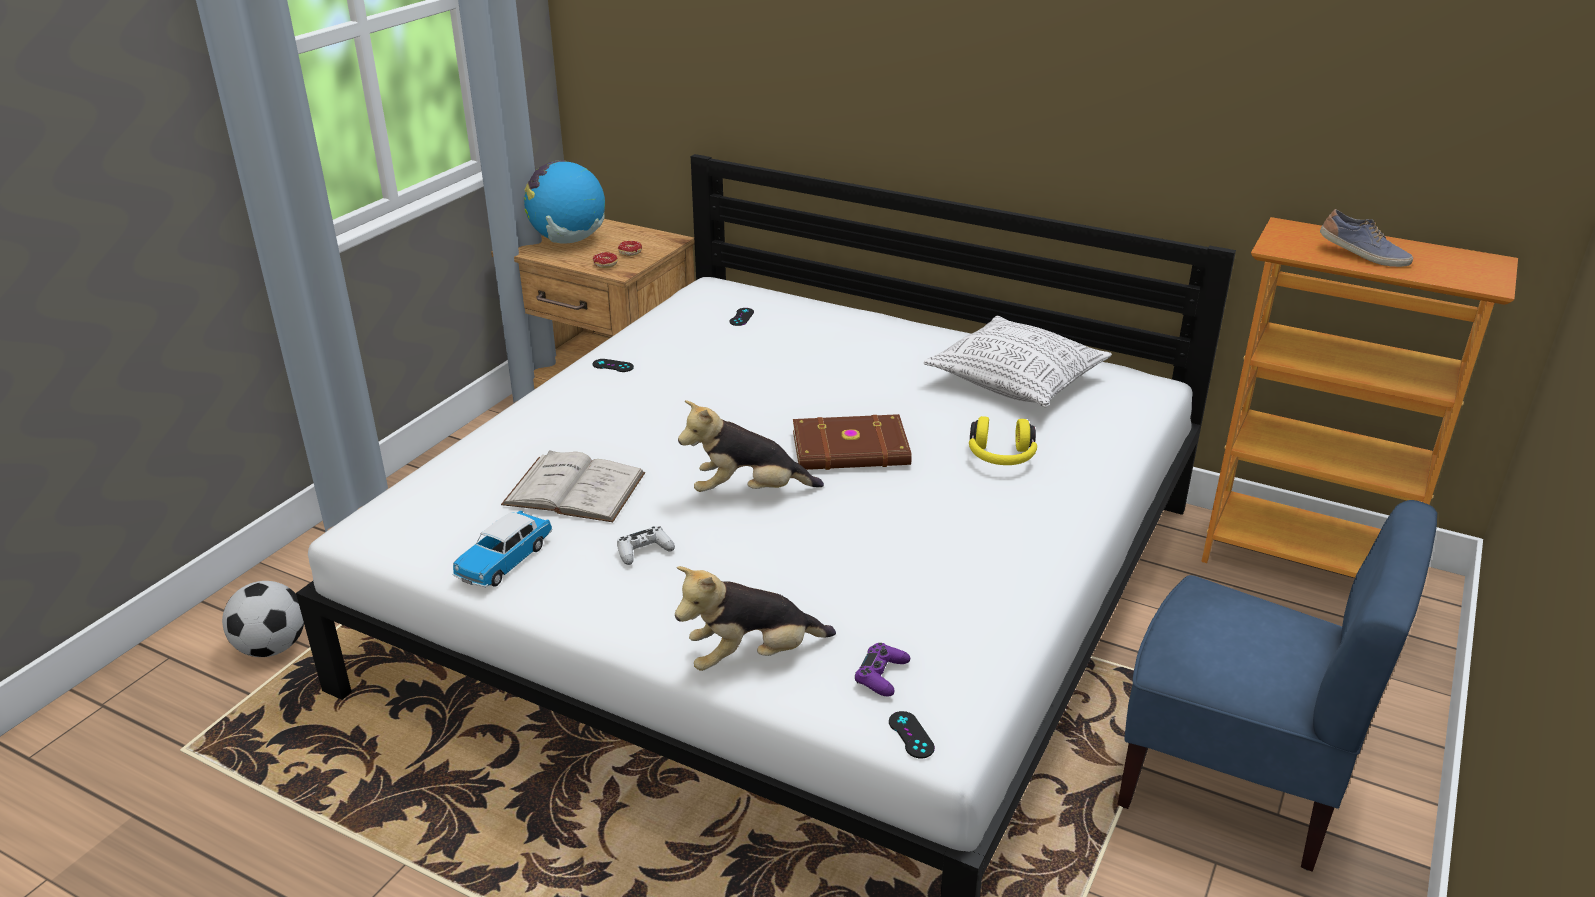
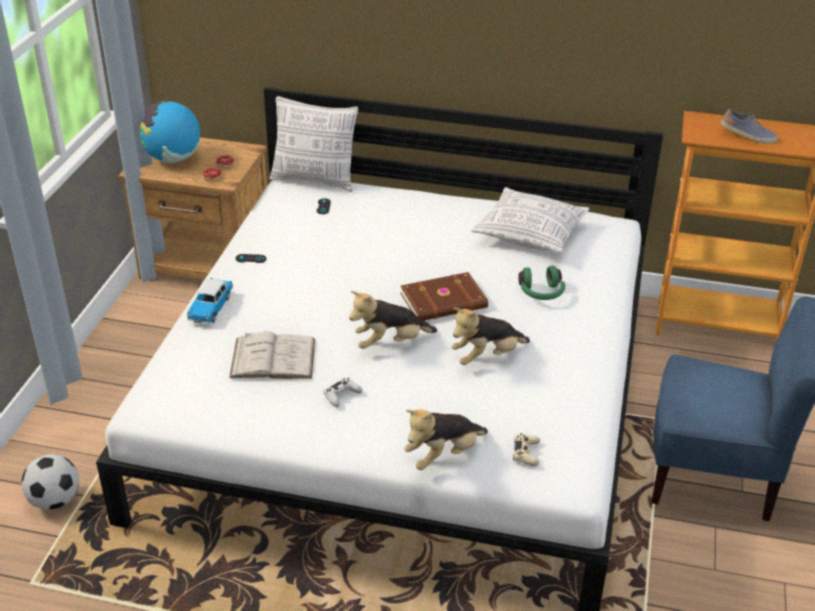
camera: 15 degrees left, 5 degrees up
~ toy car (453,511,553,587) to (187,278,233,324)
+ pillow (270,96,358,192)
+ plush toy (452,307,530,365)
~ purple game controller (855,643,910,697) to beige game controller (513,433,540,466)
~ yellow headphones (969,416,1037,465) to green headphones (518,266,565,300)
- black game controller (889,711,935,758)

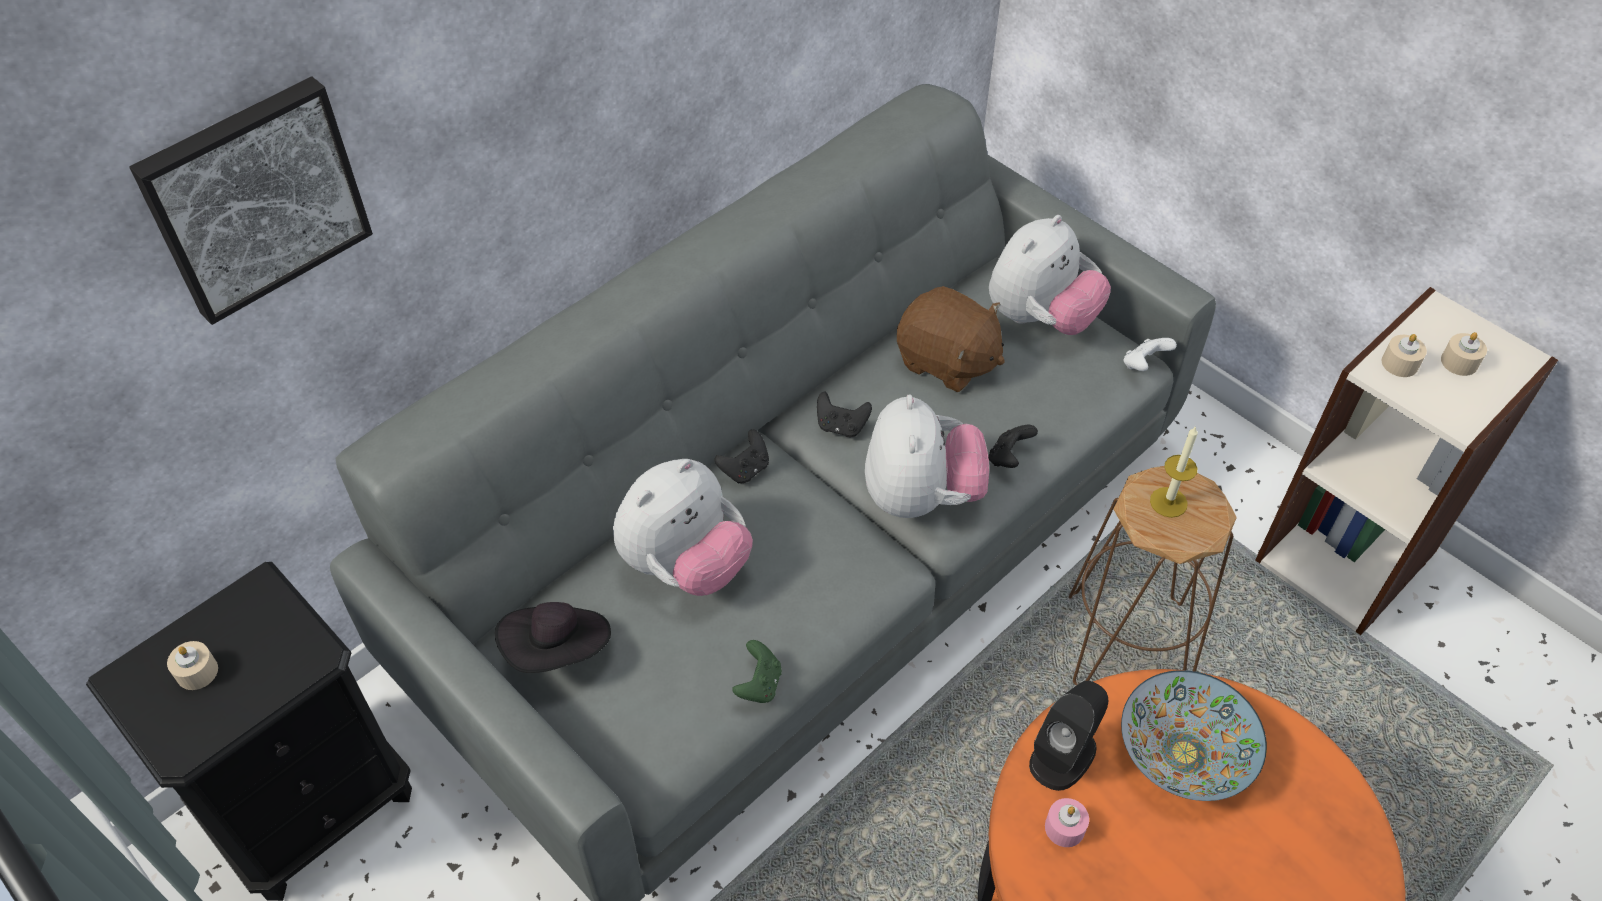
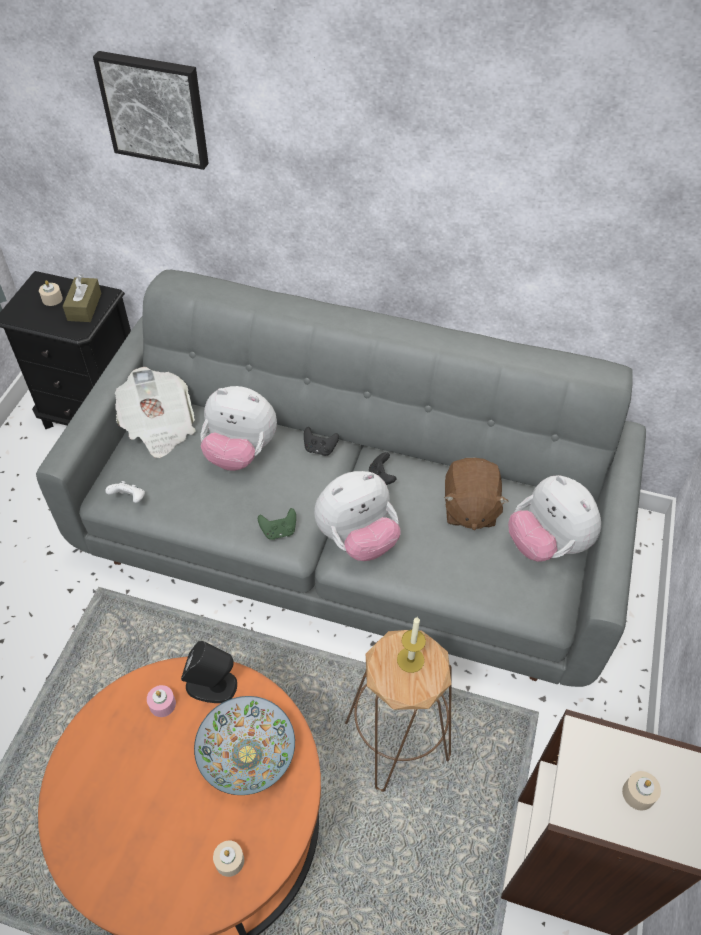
camera: 60 degrees right, 0 degrees up
+ brown tissue box (63,274,101,322)
~ white game controller (1124,338,1177,371) to (105,481,145,503)
~ black hat (495,602,611,673) to newspaper (115,367,195,458)
~ beige candle (1382,334,1427,377) to (213,840,244,877)
~ green game controller (733,640,782,703) to (258,508,296,540)
~ plush toy (989,215,1111,335) = (508,475,601,562) 45 degrees clockwise
- black game controller (988,425,1038,468)

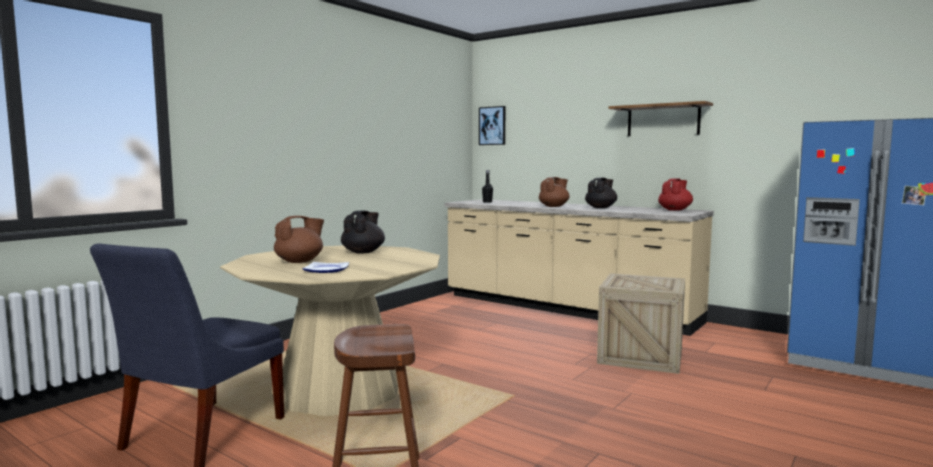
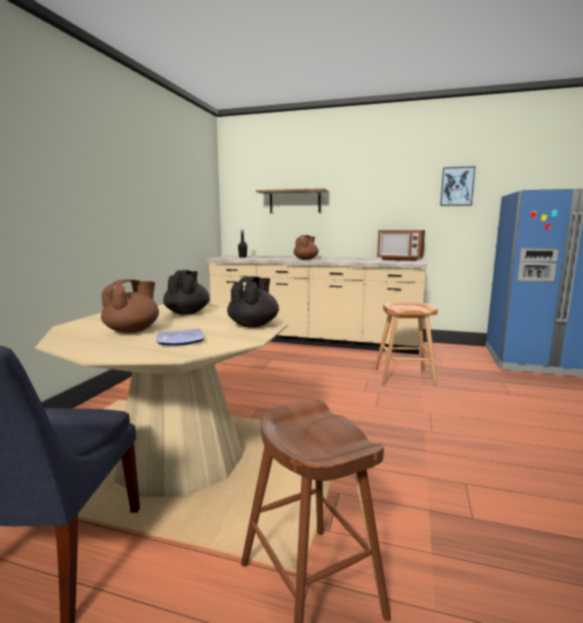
camera: 20 degrees left, 5 degrees up
~ black teapot (585,178,617,208) to (227,276,279,327)
~ shelf (609,101,713,136) to (256,188,329,213)
~ crate (597,273,685,374) to brown stool (375,302,438,385)
~ red teapot (658,178,693,211) to microwave (377,230,425,261)
~ picture (479,106,505,145) to (440,166,475,206)

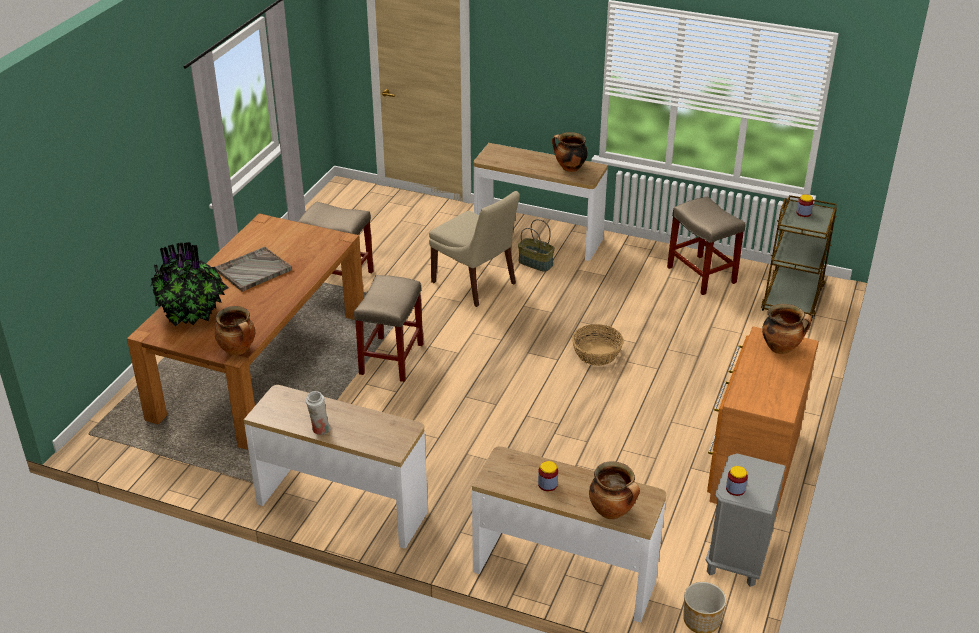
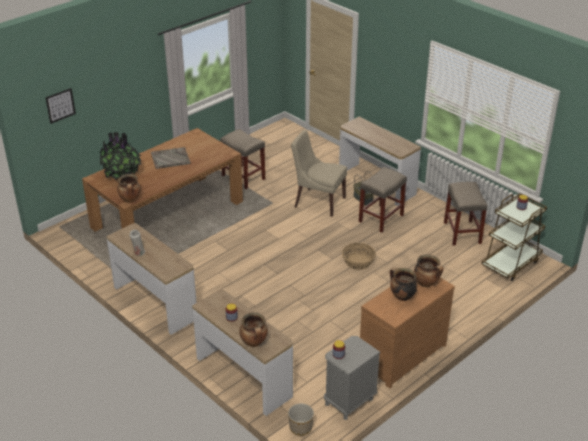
camera: 25 degrees right, 0 degrees up
+ picture (45,88,76,124)
~ beige chair (429,191,520,307) = (291,130,347,217) 135 degrees clockwise
~ beige stool (354,275,423,382) to (359,167,407,232)
~ cooking pot (552,132,588,172) to (390,268,418,301)

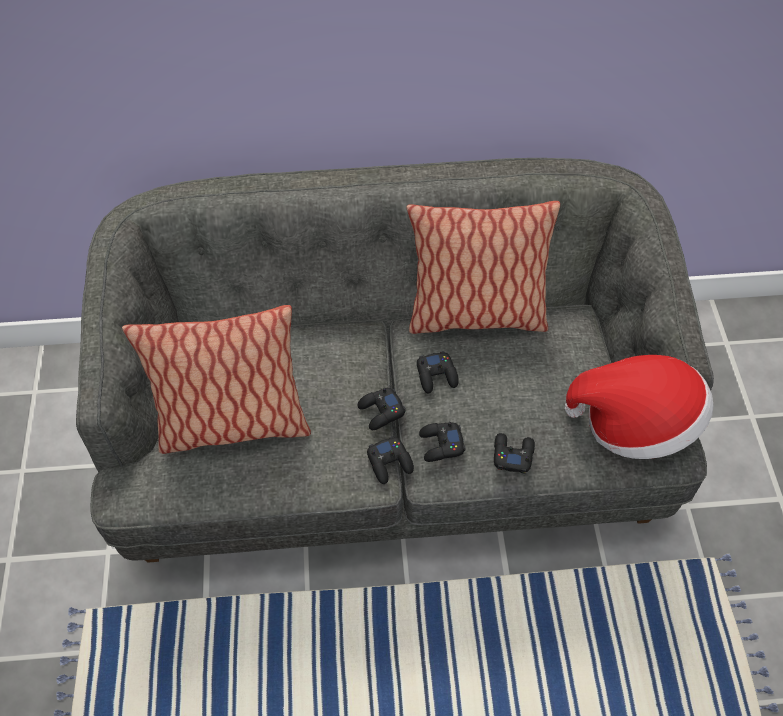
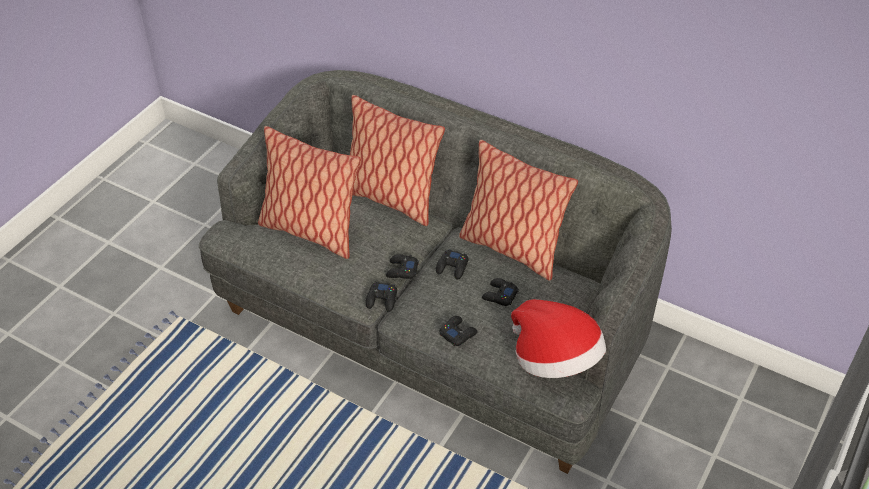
camera: 35 degrees right, 10 degrees down
+ pillow (350,95,445,226)
~ black game controller (419,422,465,462) to (482,278,519,306)

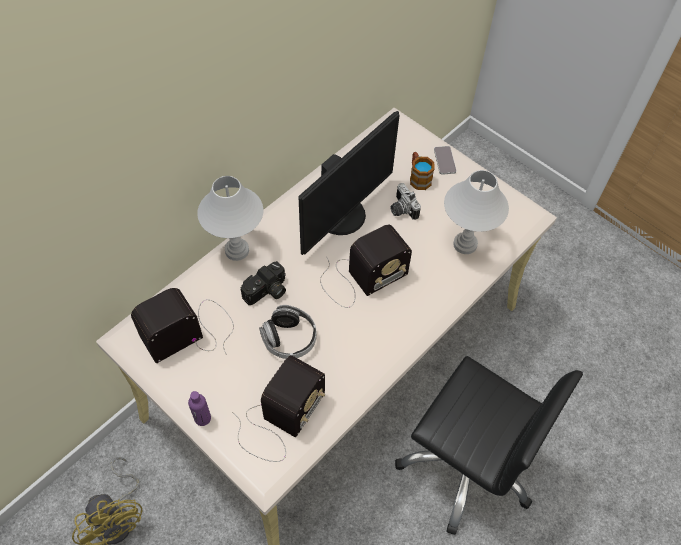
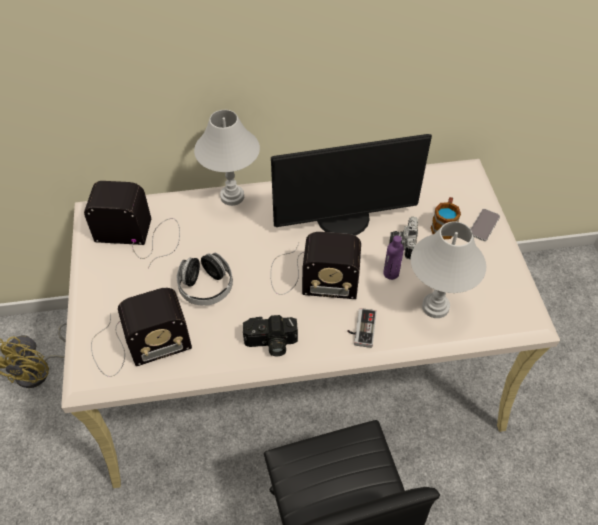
camera: 40 degrees right, 5 degrees down
~ photo camera (241,261,286,305) to (243,315,298,356)
+ game controller (347,308,377,348)
~ purple bottle (188,391,211,426) to (383,235,404,280)

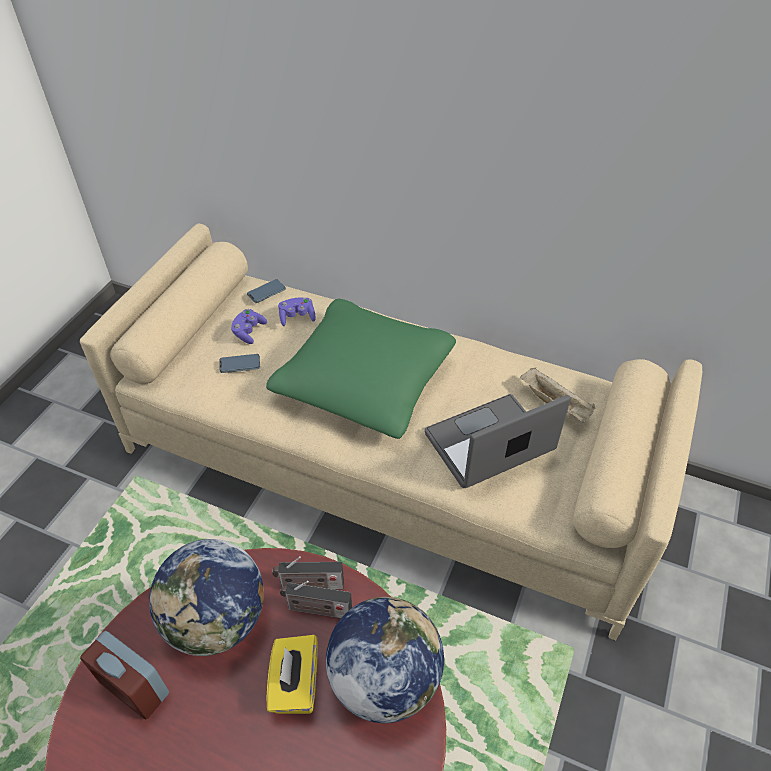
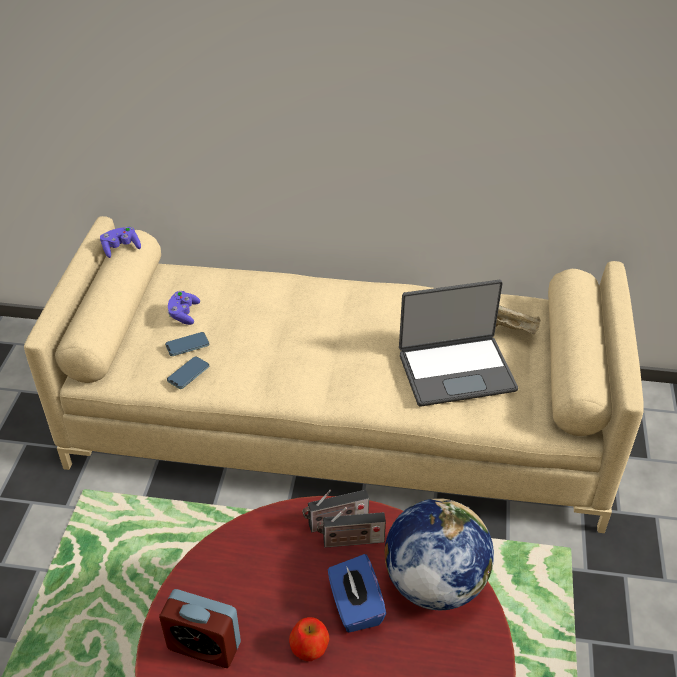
camera: 15 degrees left, 5 degrees down
~ purple game controller (278,298,316,326) to (100,227,141,258)
~ phone (247,279,286,303) to (167,356,209,389)
+ apple (289,617,329,661)
~ yellow tissue box (266,635,318,714) to blue tissue box (328,554,386,633)
~ laptop (425,394,571,488) = (399,280,518,407) 150 degrees counterclockwise
- globe (149,539,264,656)
- green pillow (266,299,456,439)

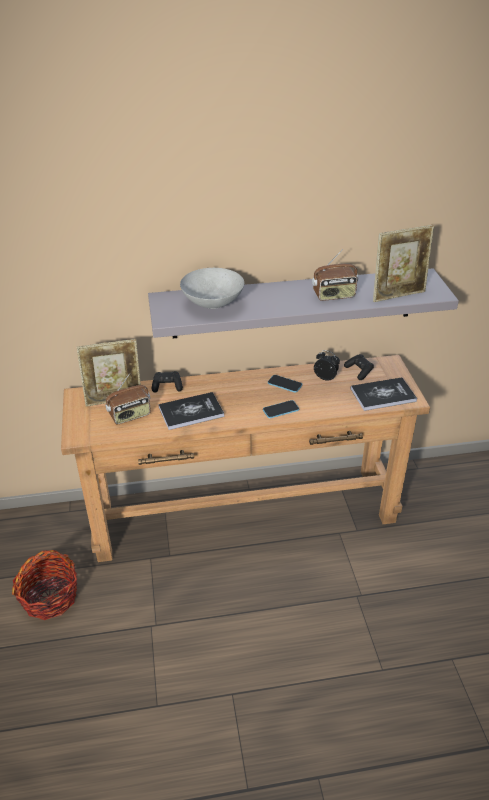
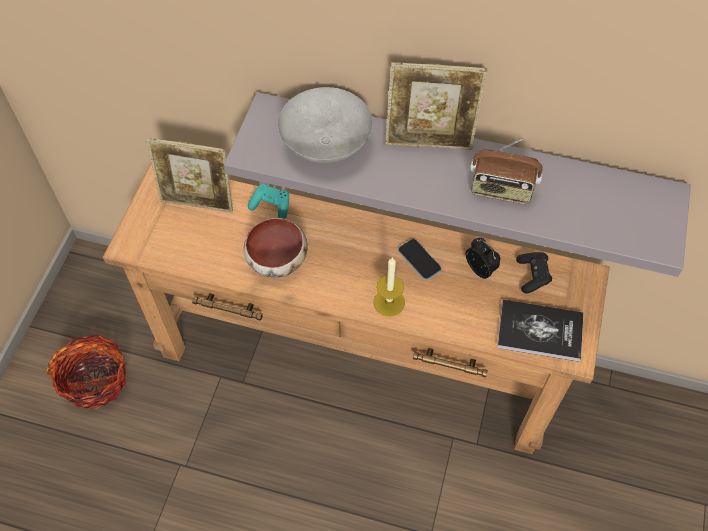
camera: 25 degrees right, 20 degrees up
~ book (158,392,224,430) to bowl (244,218,308,277)
~ black game controller (152,371,183,393) to turquoise game controller (248,183,289,219)
~ phone (263,400,299,418) to candle (373,257,405,316)
~ picture frame (373,225,434,302) to (385,62,488,150)
- radio (105,373,151,425)

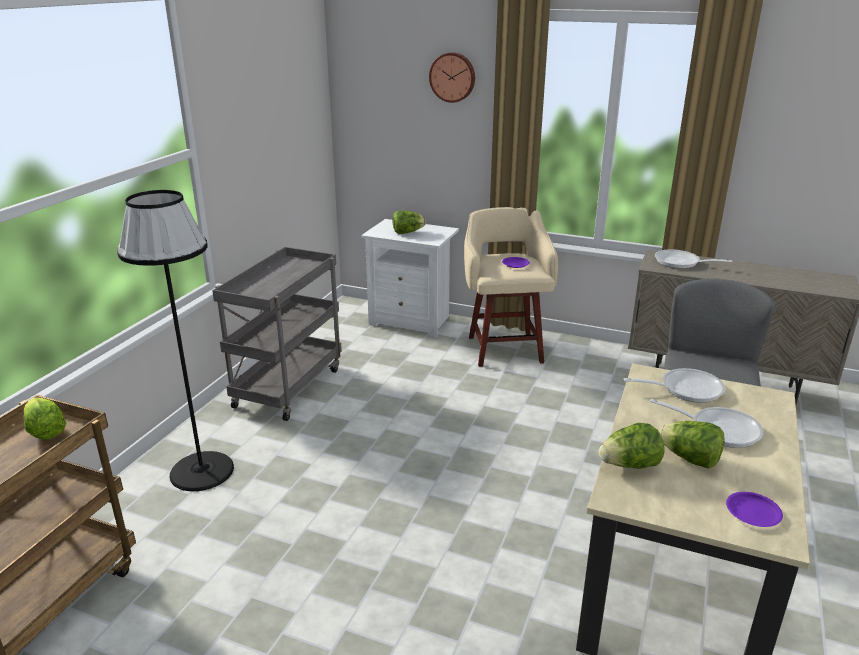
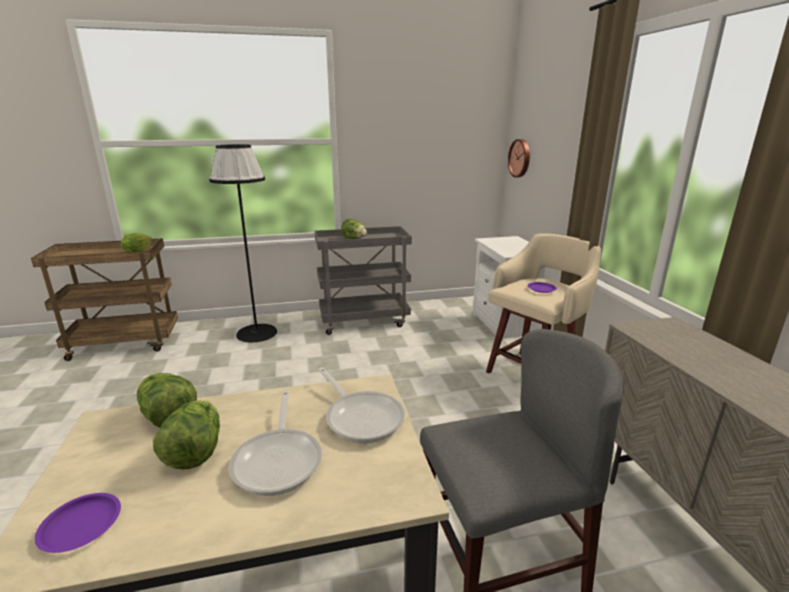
camera: 55 degrees right, 5 degrees down
~ lettuce (393,211,426,234) to (341,219,367,239)
~ wall clock (429,52,475,103) to (508,139,530,177)
- frying pan (655,249,732,269)

